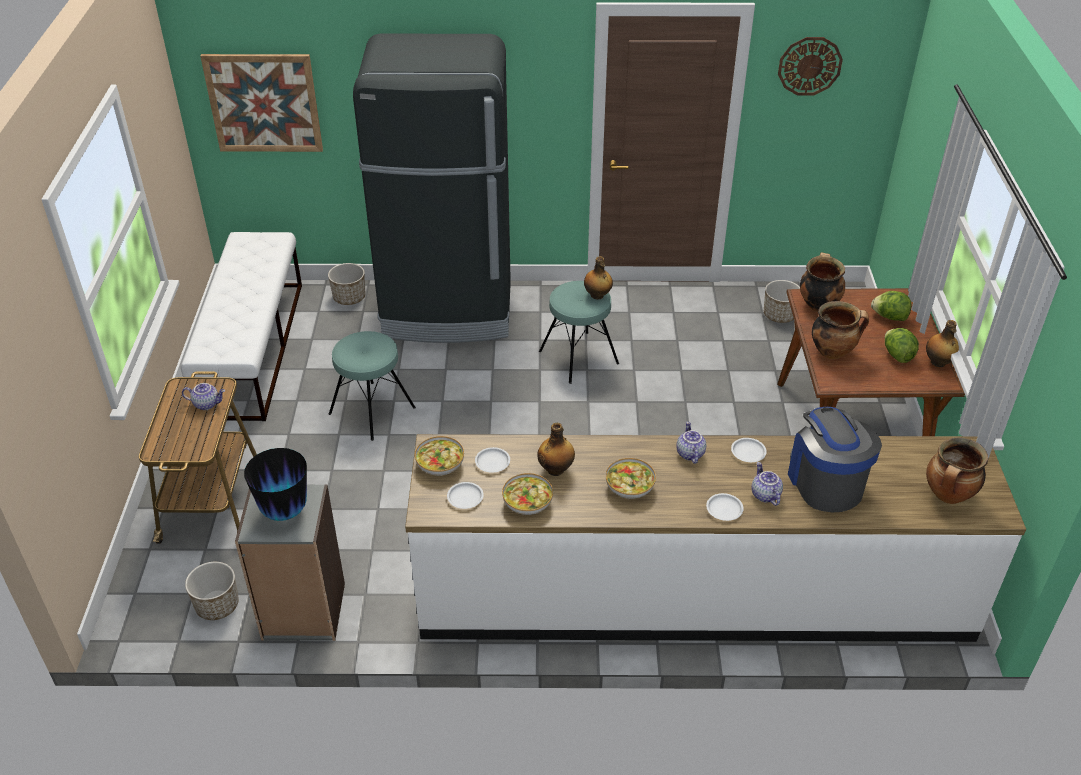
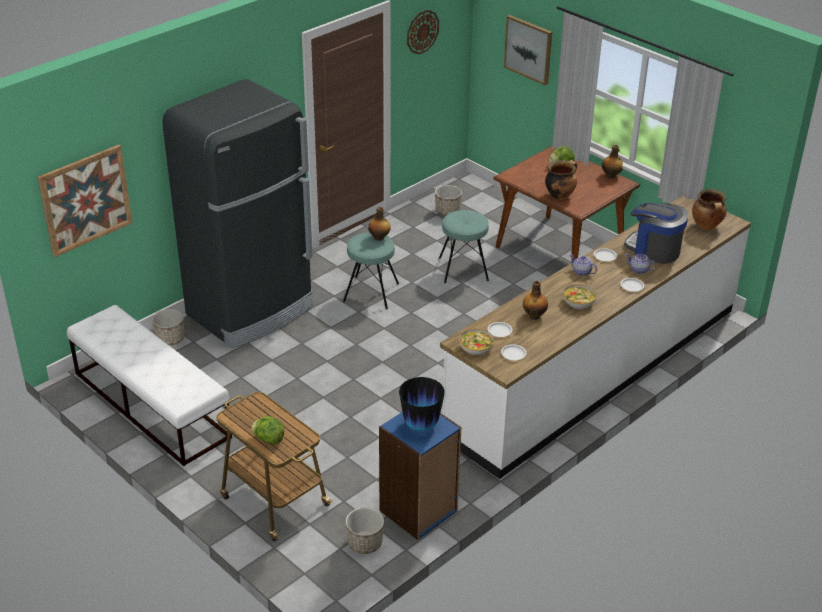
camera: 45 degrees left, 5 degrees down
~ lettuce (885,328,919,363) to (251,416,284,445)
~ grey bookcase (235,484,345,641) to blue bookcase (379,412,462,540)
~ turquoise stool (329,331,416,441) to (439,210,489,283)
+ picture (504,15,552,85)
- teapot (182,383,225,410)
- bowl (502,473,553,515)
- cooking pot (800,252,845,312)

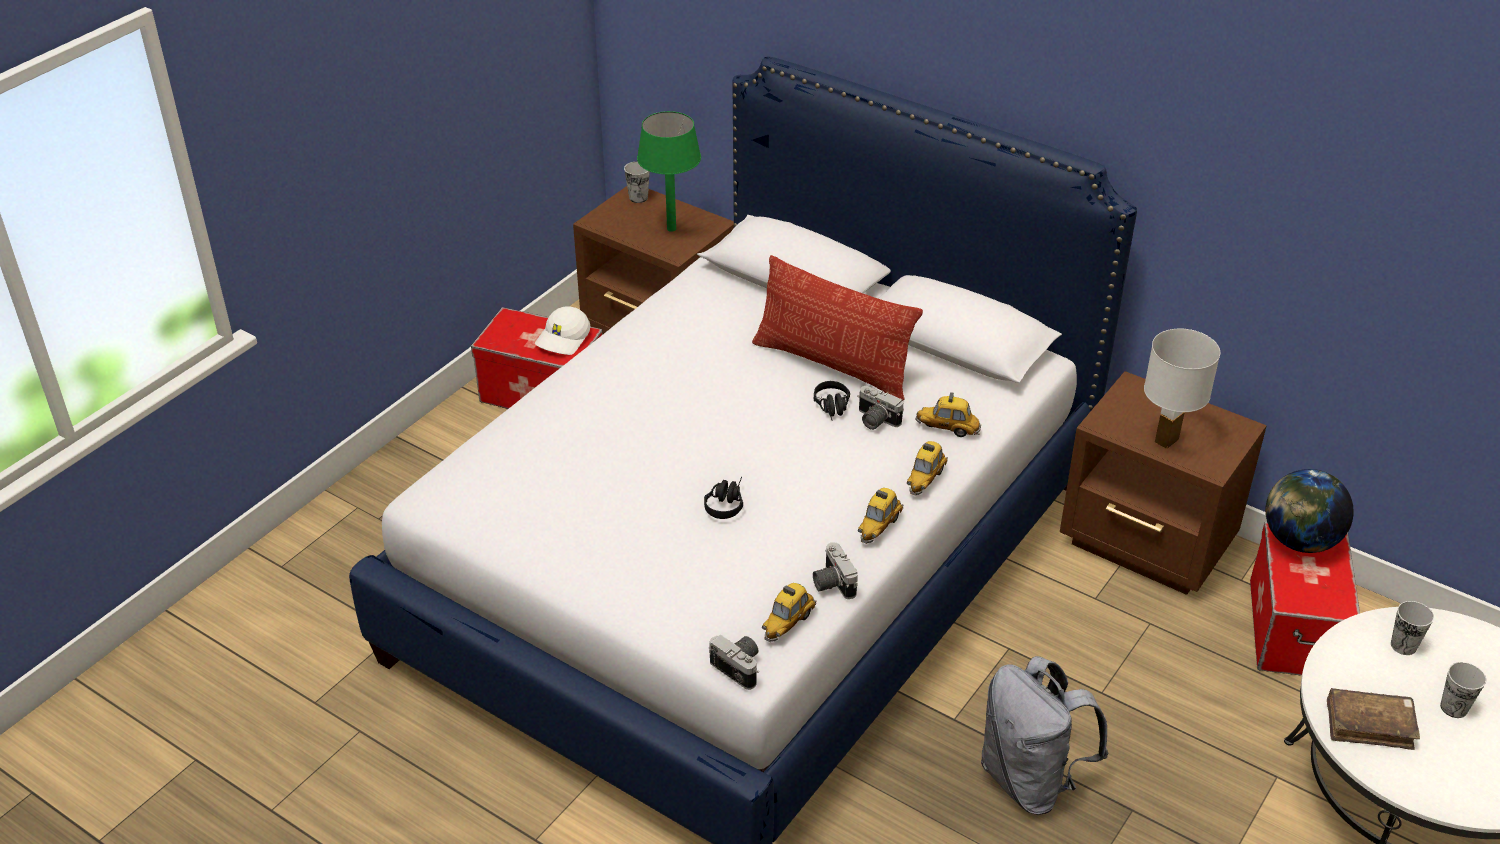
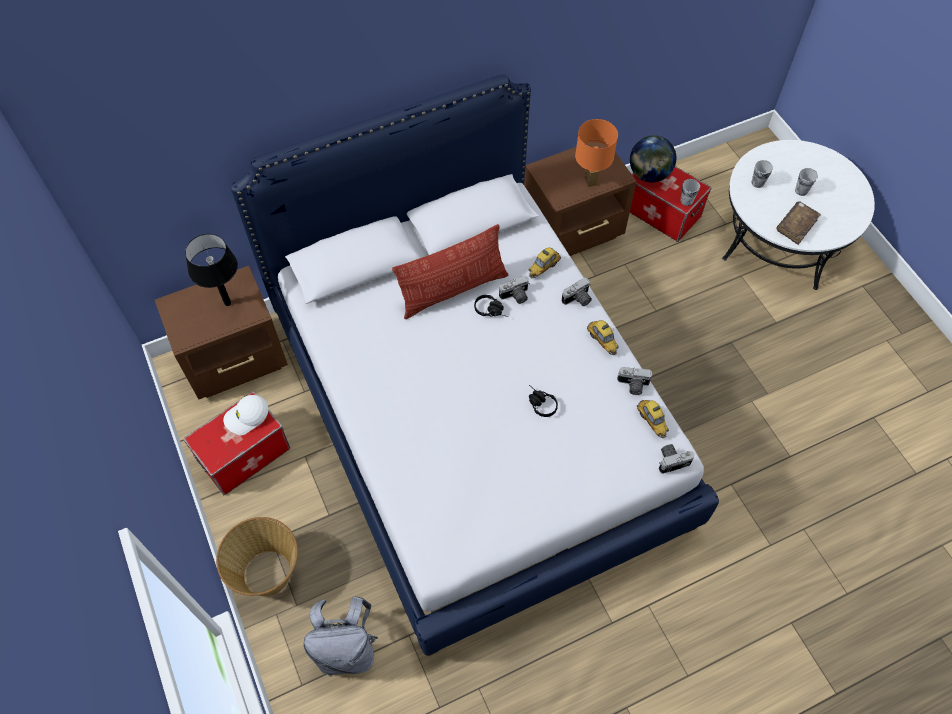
camera: 60 degrees left, 20 degrees up
~ green table lamp (637,111,701,232) to black table lamp (185,234,238,306)
+ basket (216,517,298,597)
~ white cap (535,306,590,355) = (223,395,268,435) 90 degrees clockwise
~ grey backpack (981,656,1108,815) to (304,597,378,677)
~ toy car (907,441,948,496) to photo camera (562,277,592,306)
~ white table lamp (1144,328,1220,449) to orange table lamp (575,119,618,187)
~ cup (624,161,650,203) to (681,179,700,206)

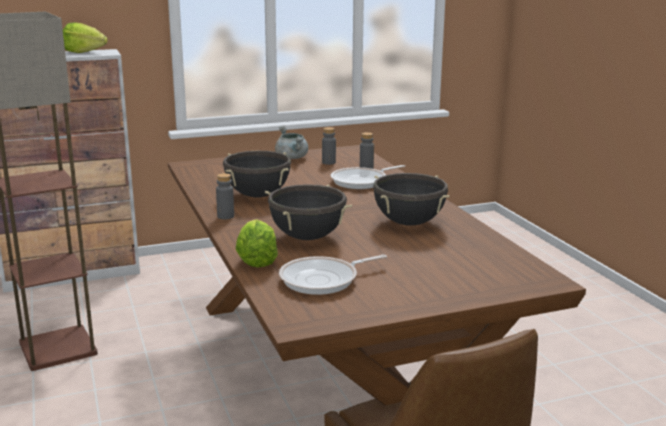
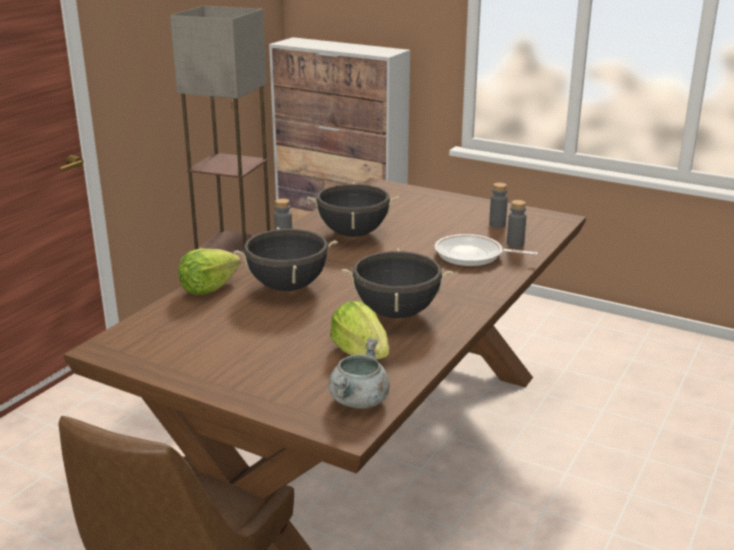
camera: 50 degrees right, 5 degrees up
~ grey cooking pot (275,126,308,159) to (328,337,390,409)
~ lettuce (63,23,108,53) to (330,301,389,359)
- frying pan (279,254,387,295)

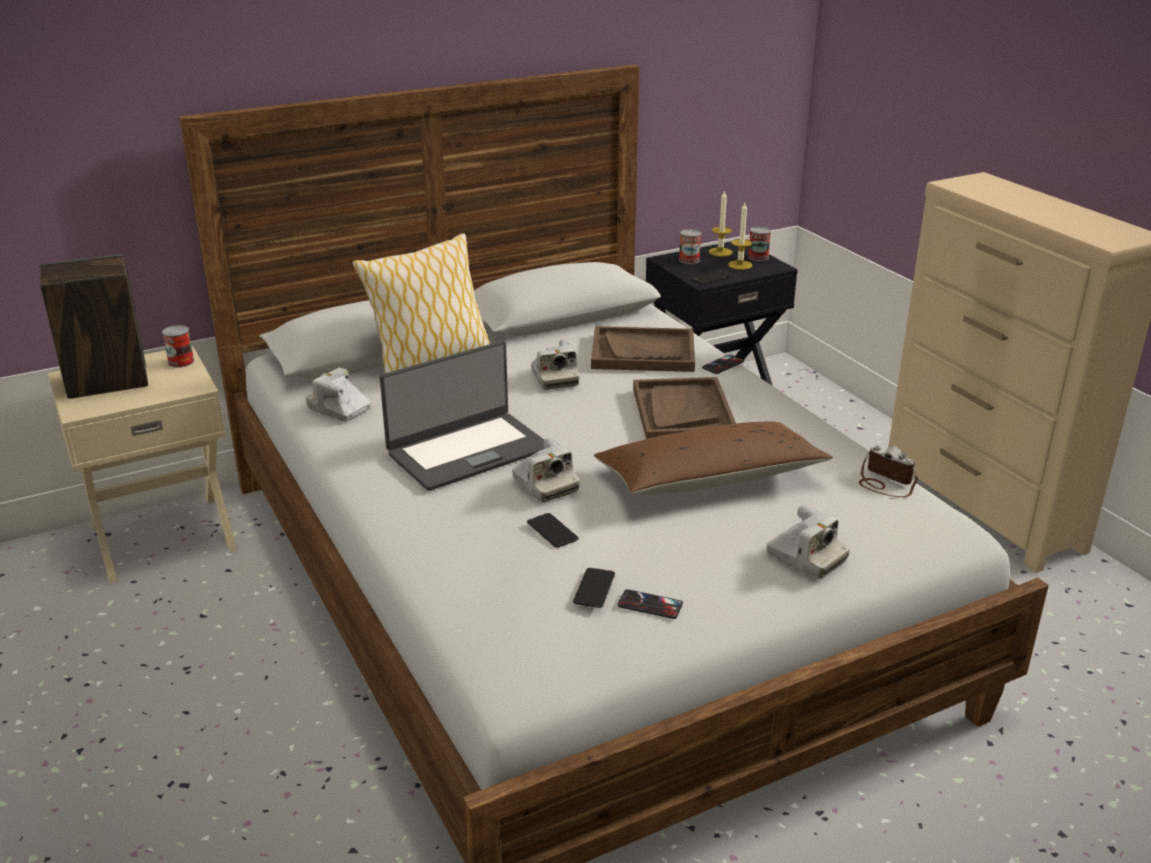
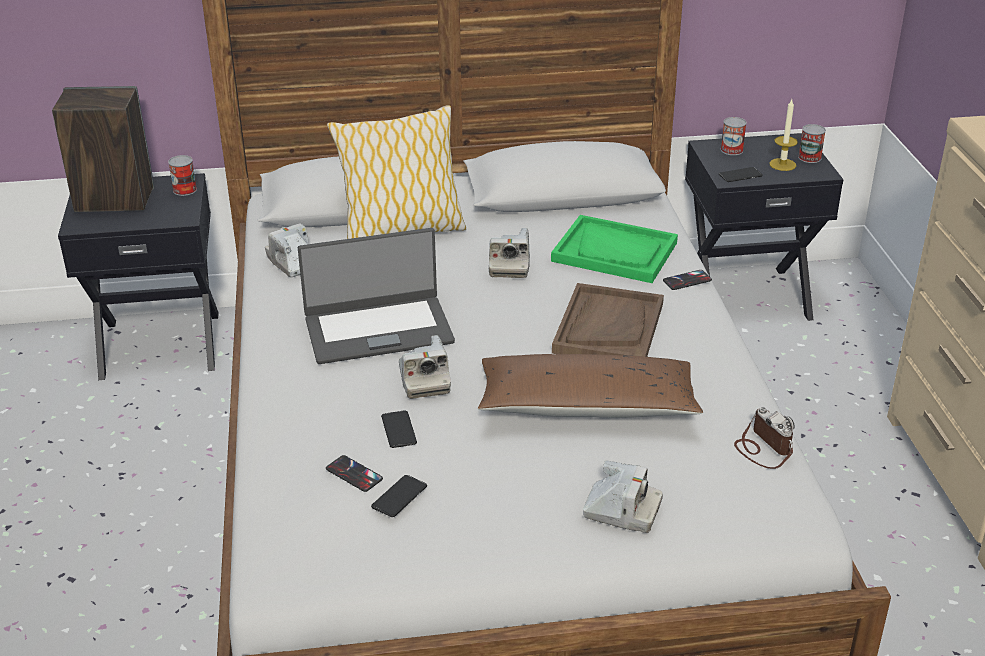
camera: 20 degrees right, 5 degrees up
~ beige nightstand (47,345,237,584) to black nightstand (58,173,219,380)
~ phone (617,589,683,619) to (326,455,383,492)
~ brown tray (591,326,695,372) to green tray (551,215,678,283)
~ photo camera (766,505,850,579) = (583,460,663,533) 45 degrees counterclockwise
- candle (709,190,732,256)

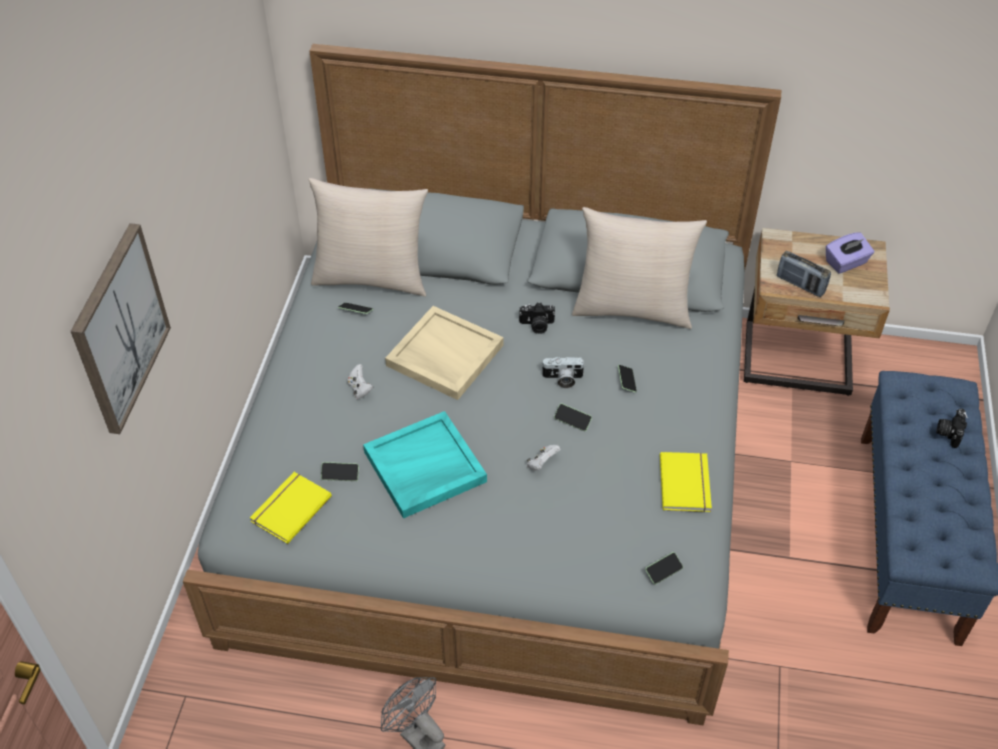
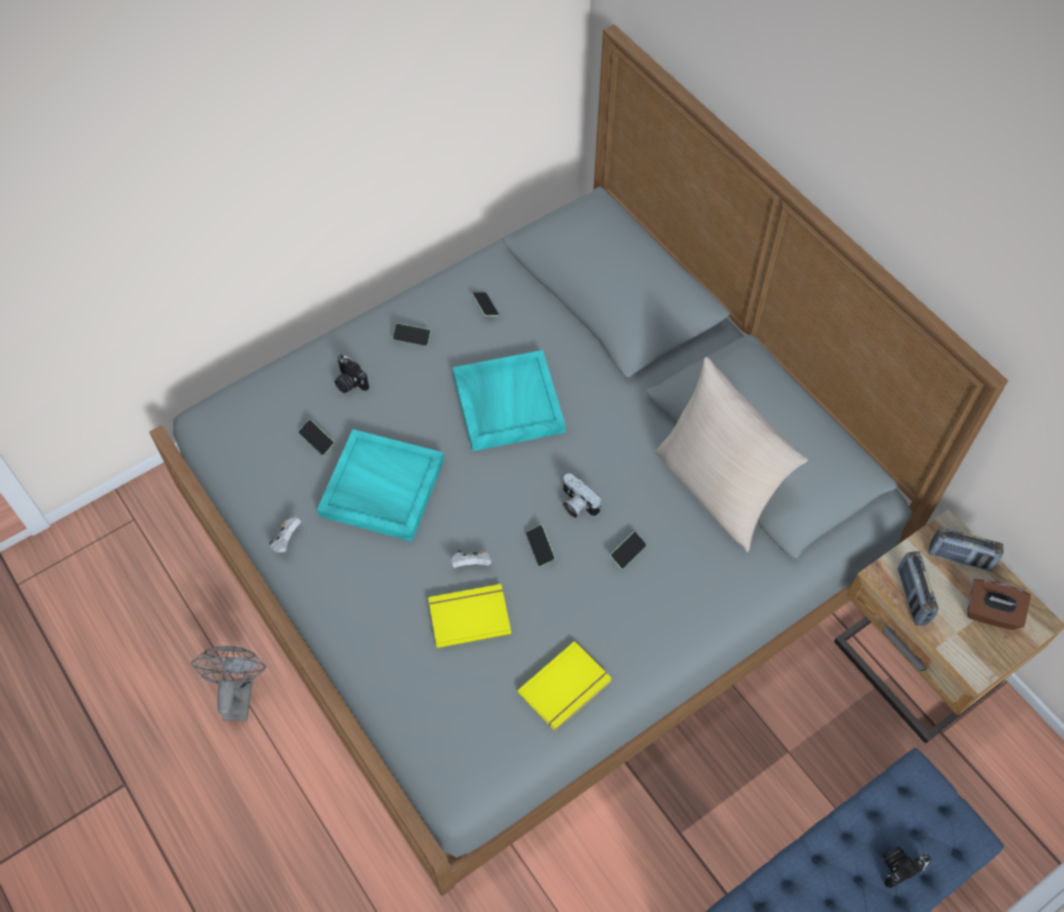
camera: 45 degrees right, 10 degrees up
~ white game controller (347,364,374,399) to (269,517,301,553)
~ photo camera (519,303,555,334) to (335,355,369,393)
~ phone (645,552,683,585) to (393,323,431,346)
~ yellow book (250,472,332,544) to (428,584,511,648)
~ beige tray (385,306,504,400) to turquoise tray (453,350,566,451)
+ radio (928,527,1004,571)
~ purple tissue box (826,232,874,274) to brown tissue box (967,579,1031,630)
- picture (71,223,171,434)
- beige pillow (308,178,428,297)

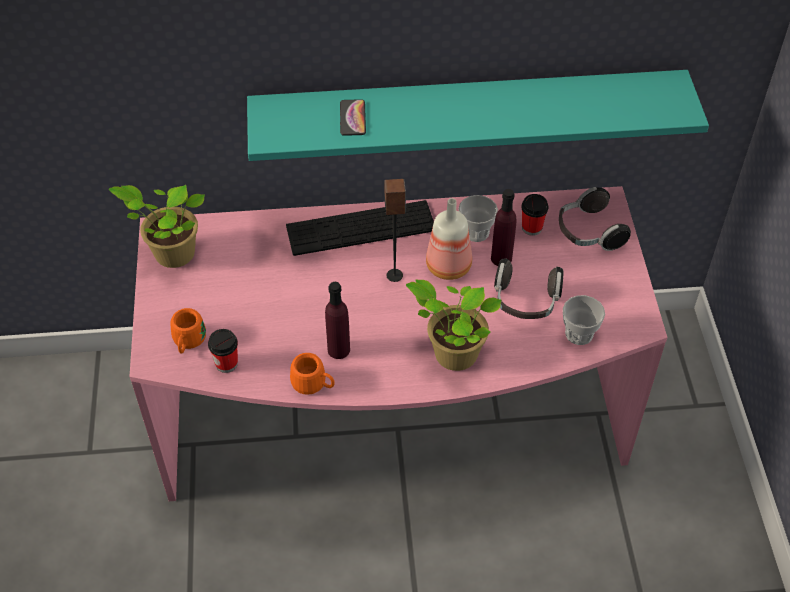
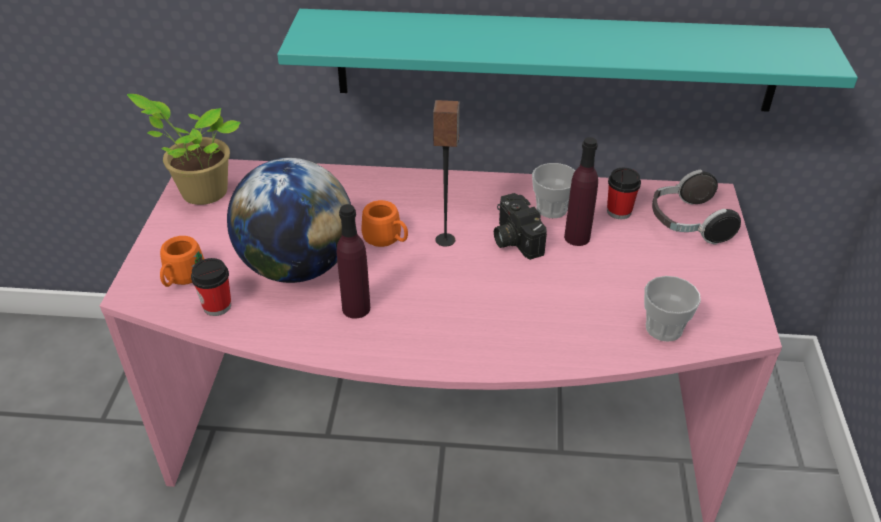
camera: 10 degrees right, 10 degrees down
+ globe (227,158,351,283)
~ orange mug (290,353,335,395) to (361,200,408,247)
~ bottle (426,198,472,280) to photo camera (494,193,547,260)
- keyboard (286,200,434,256)
- phone (340,99,366,136)
- potted plant (406,280,502,371)
- headphones (494,258,563,319)

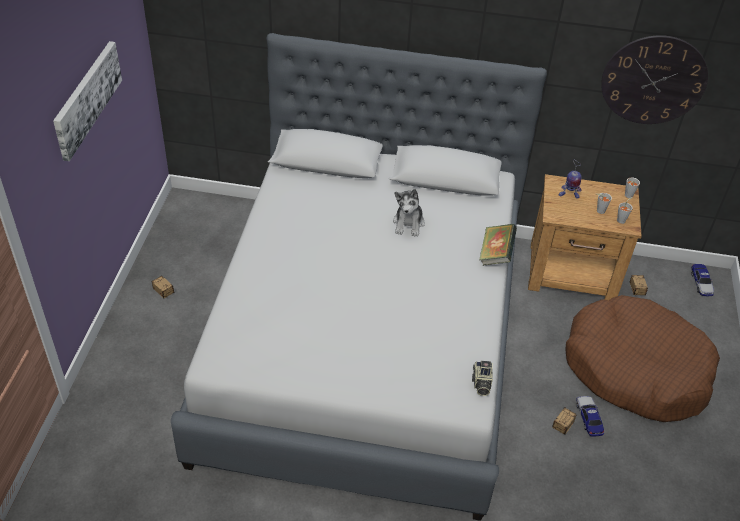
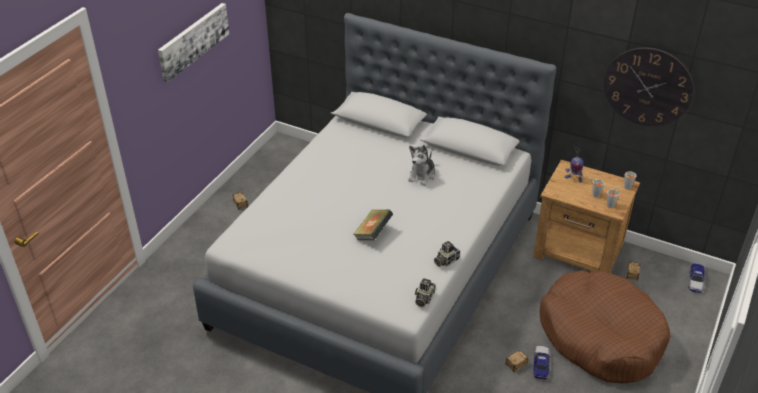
camera: 20 degrees right, 5 degrees down
~ book (479,224,517,265) to (353,209,393,240)
+ photo camera (434,241,460,267)

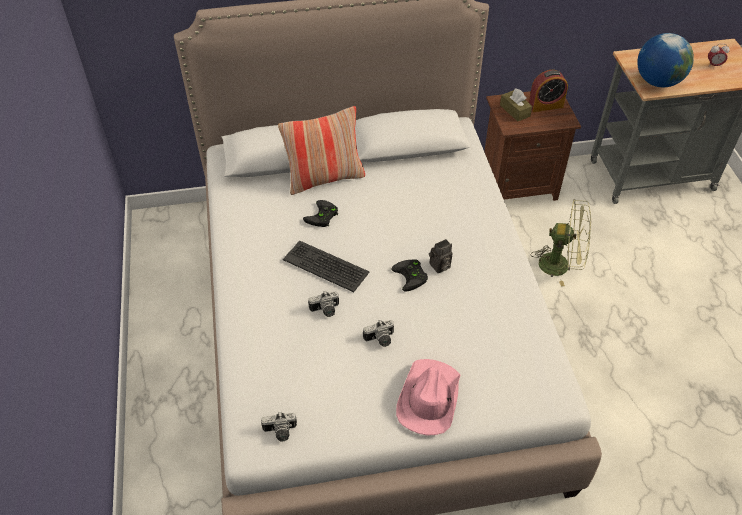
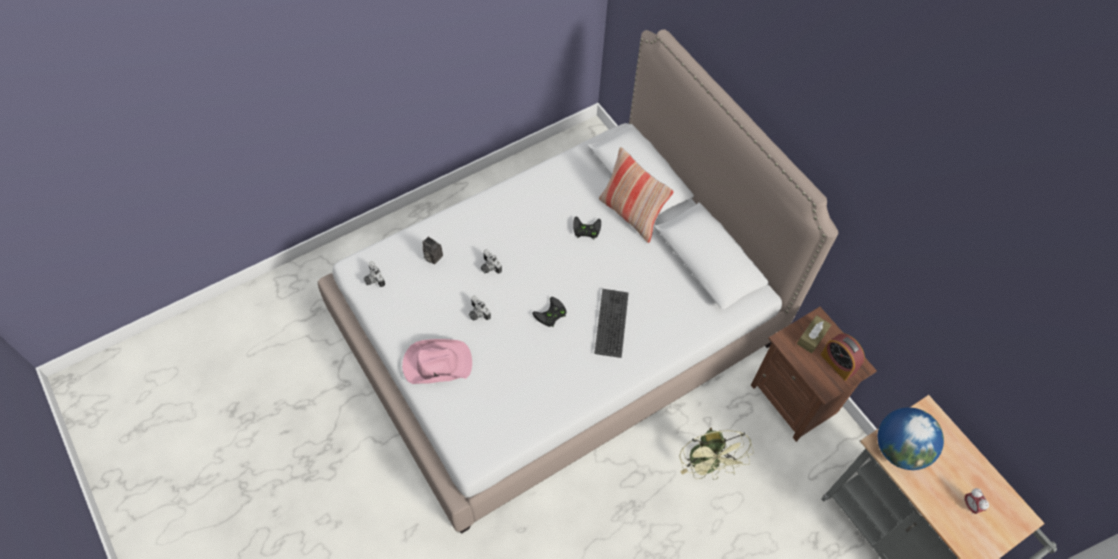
camera: 65 degrees right, 10 degrees up
~ photo camera (429,239,453,273) to (422,236,443,264)
~ keyboard (283,241,369,292) to (594,289,629,358)

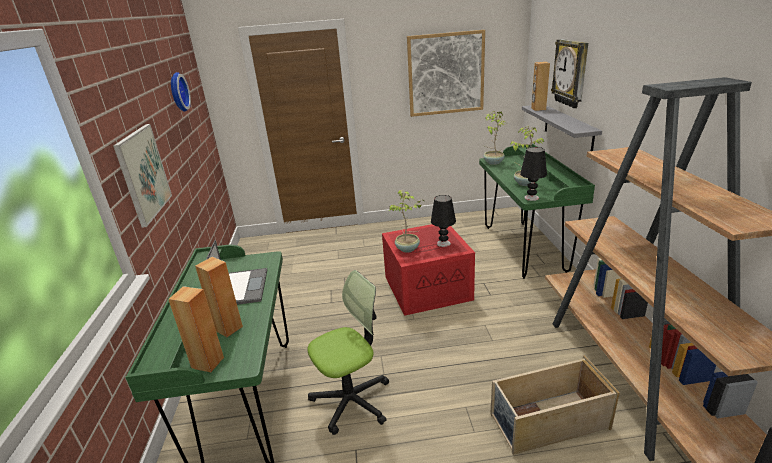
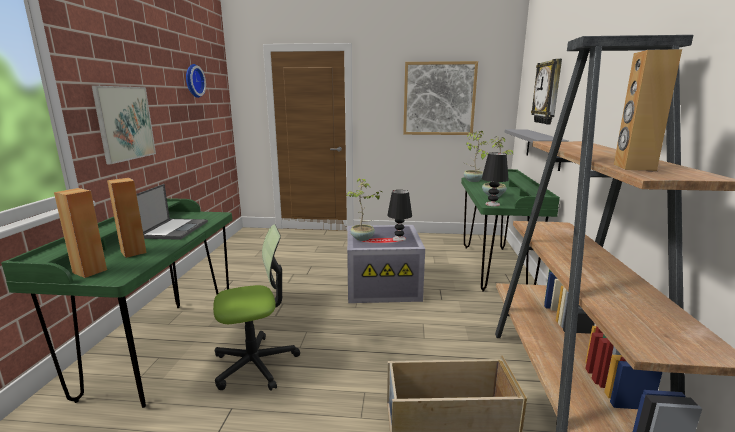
camera: 10 degrees right, 10 degrees down
~ red storage box (382,224,475,316) to grey storage box (347,225,425,303)
~ brown speaker (531,62,550,111) to (614,49,682,171)

